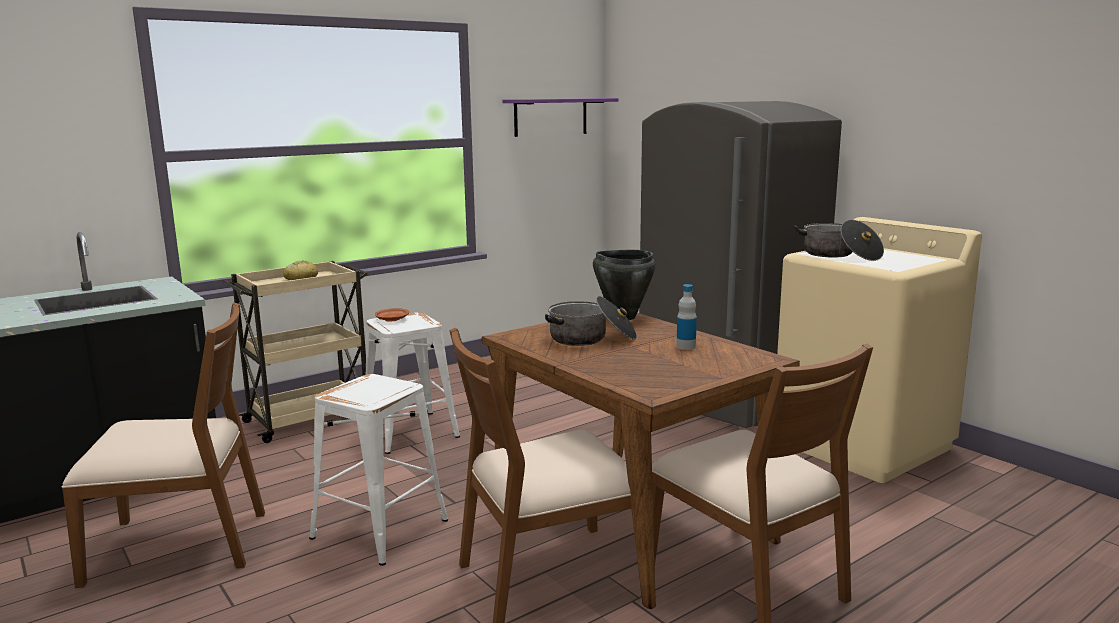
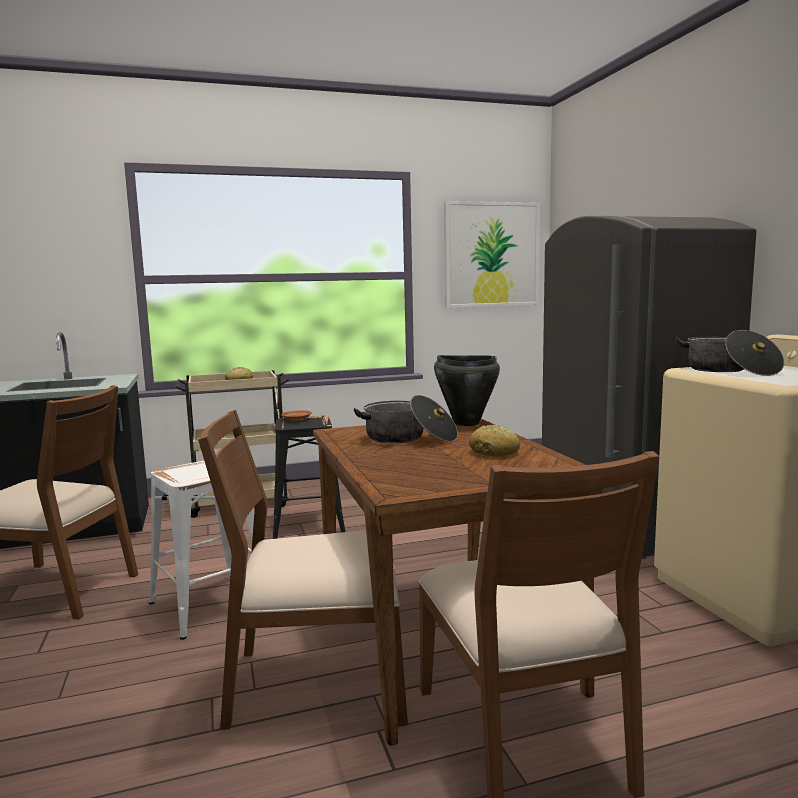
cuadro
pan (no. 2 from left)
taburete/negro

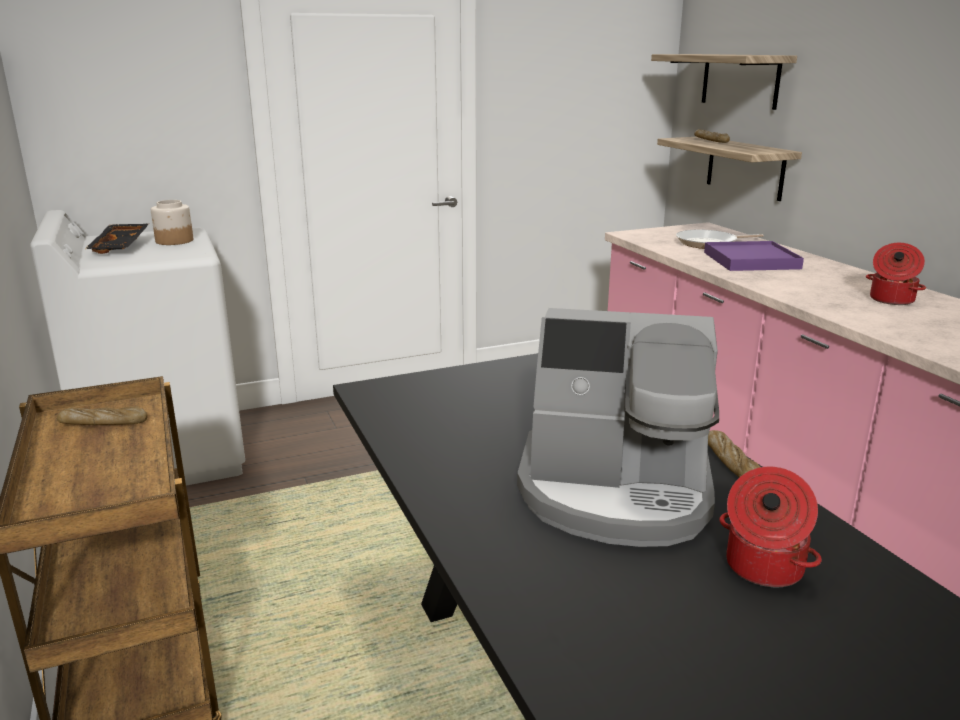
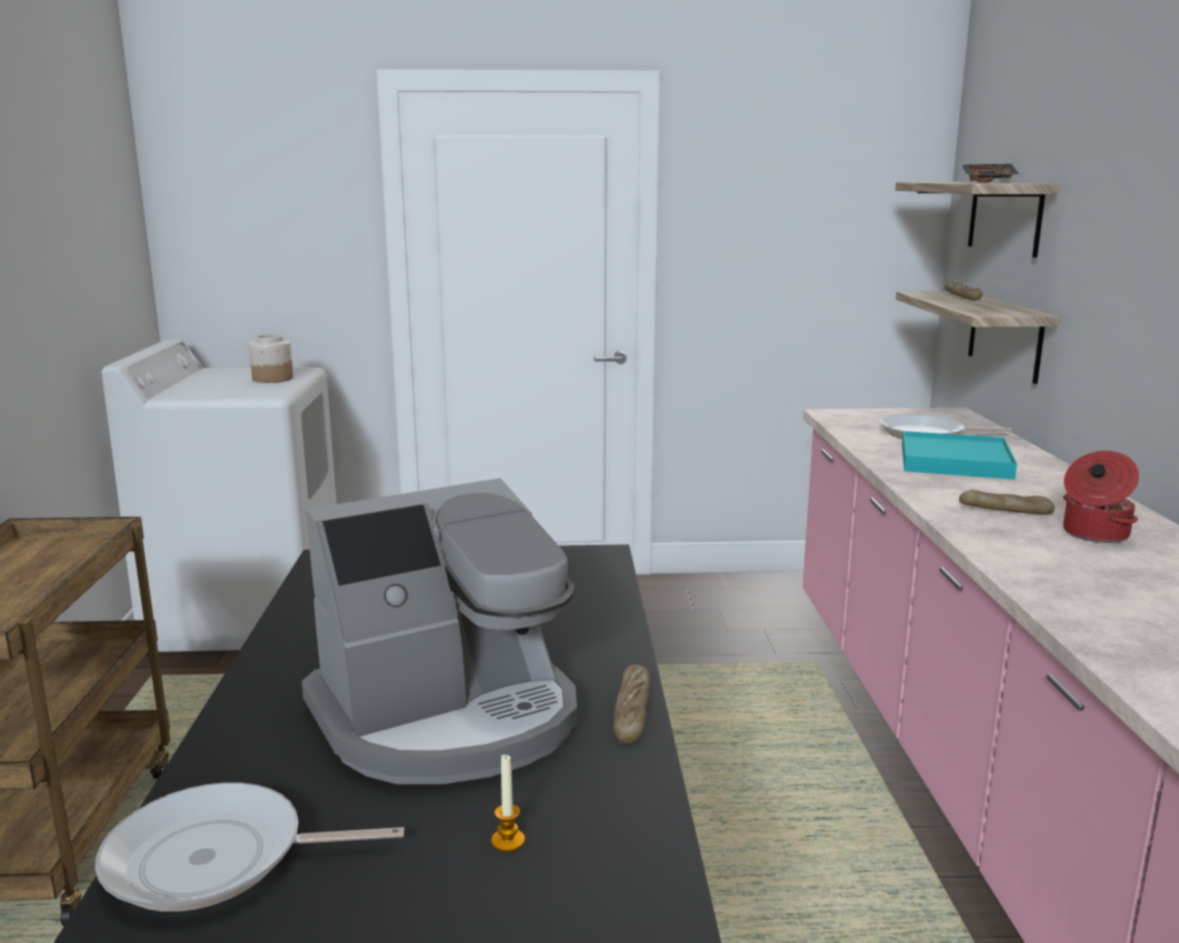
bandeja/negro
bandeja/turquesa
cafetera
pan (no. 3 from left)
vela
sartén (no. 1 from left)

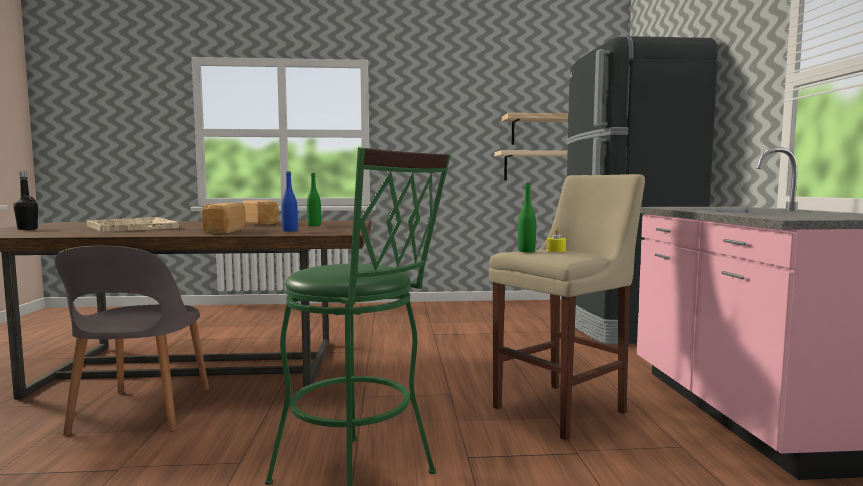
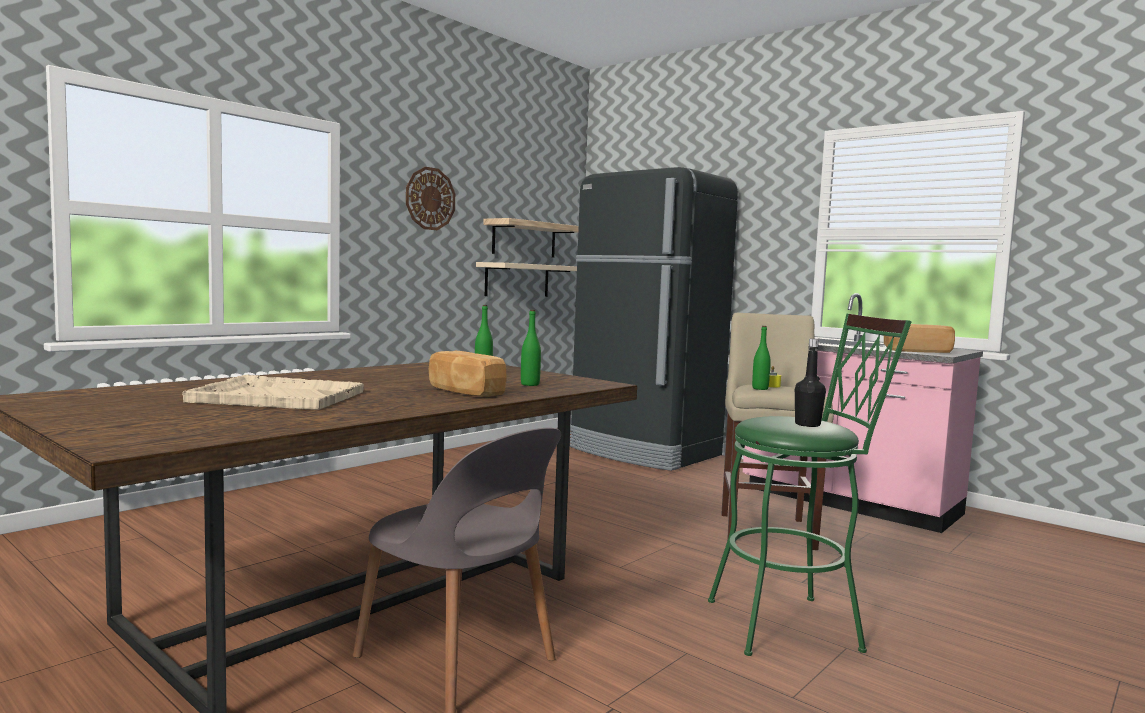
botella/verde (no. 2 from left)
botella/negro
pan (no. 2 from left)
reloj de pared

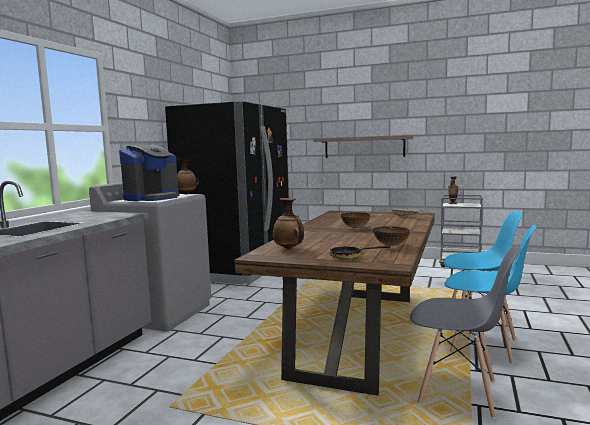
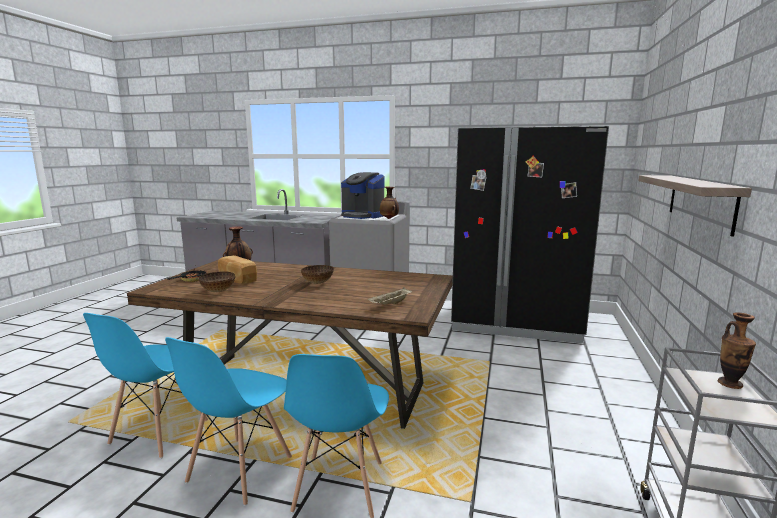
silla/azul (no. 1 from left)
pan

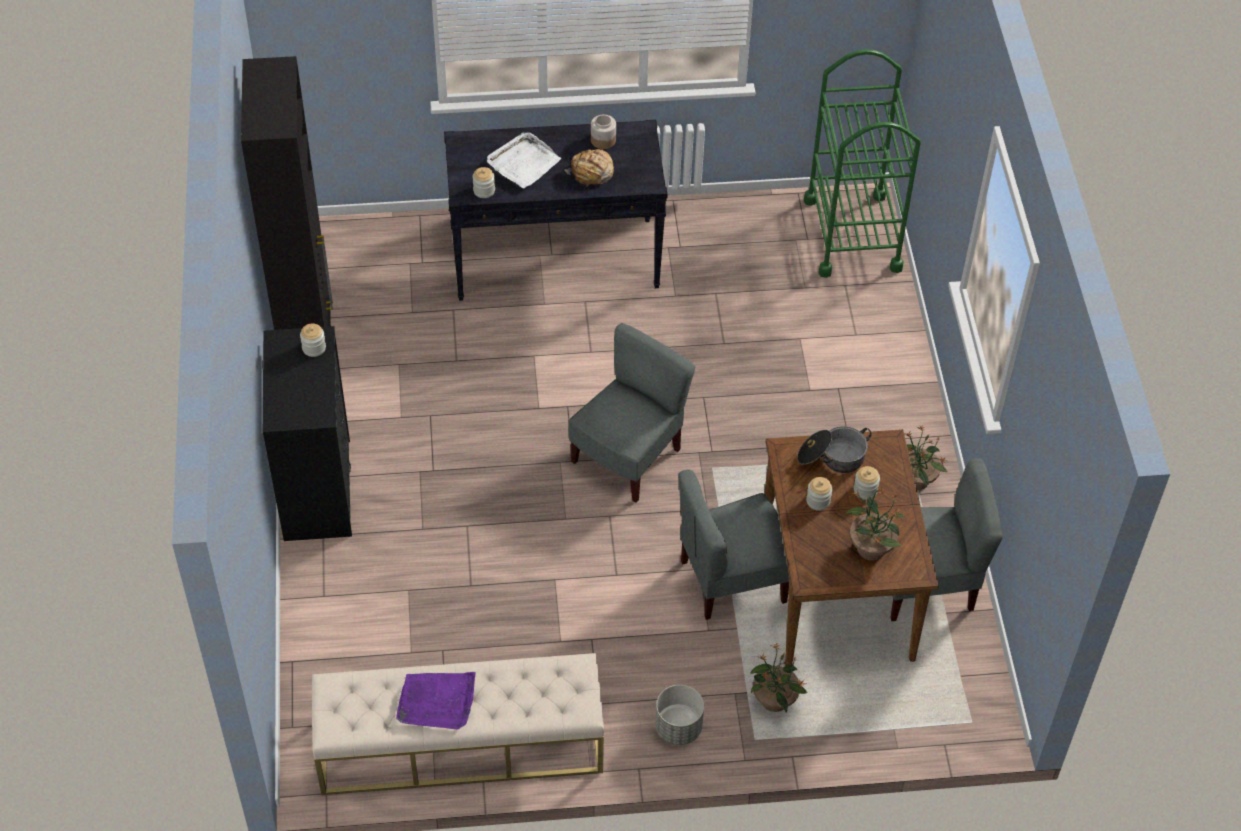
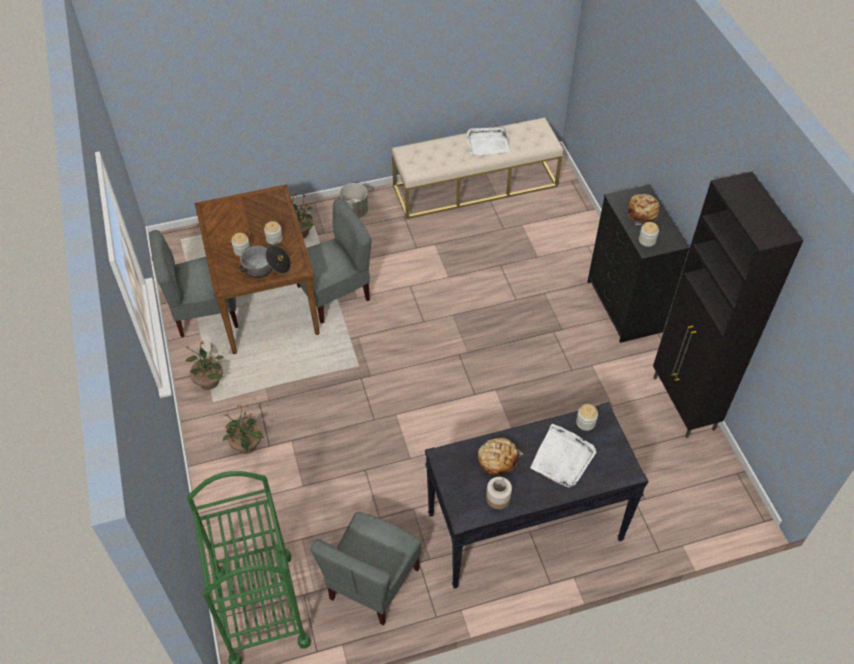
silla/gris (no. 3 from left)
planta en maceta (no. 2 from left)
bandeja/blanco (no. 1 from left)
pan (no. 2 from left)

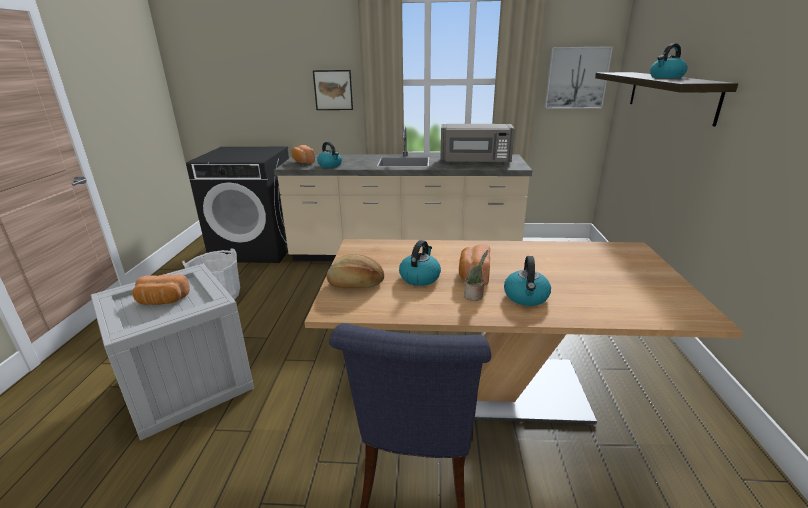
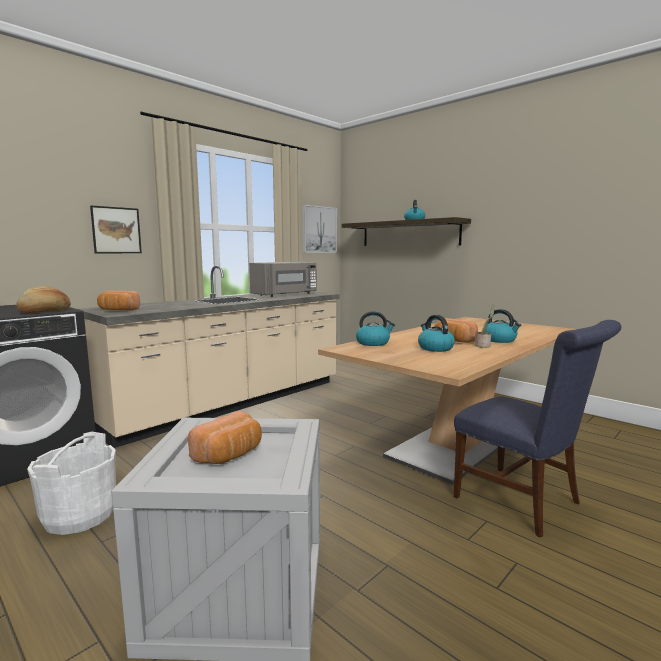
hervidor (no. 1 from left)
pan (no. 1 from left)

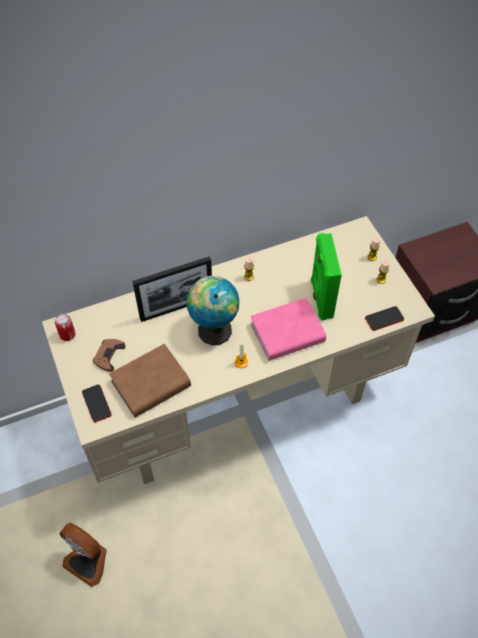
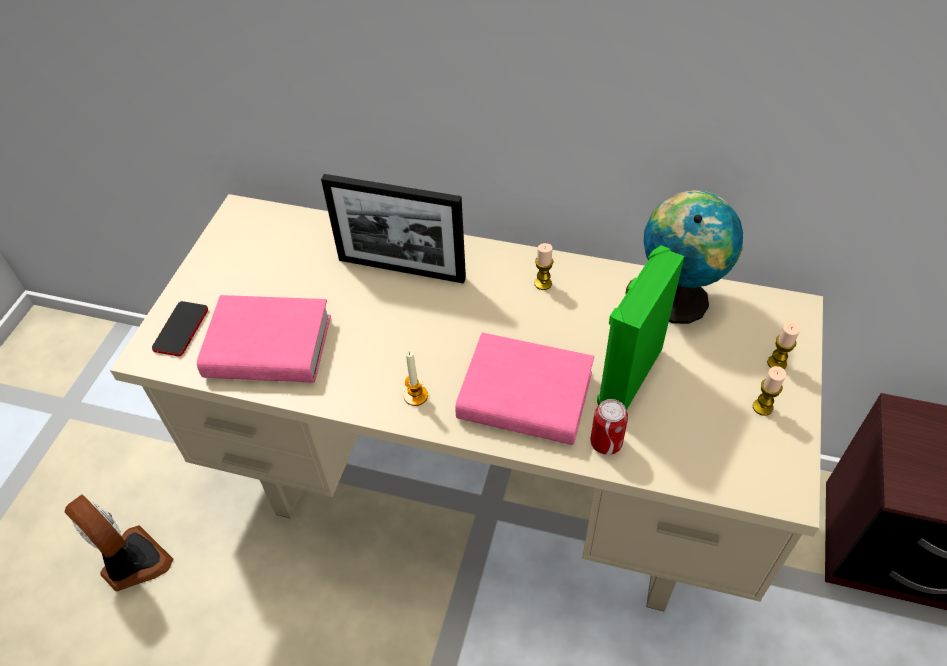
globo terráqueo
móvil (no. 2 from left in the first image)
lata
mando de consola/marrón
libro/rosa (no. 1 from left)
ventilador

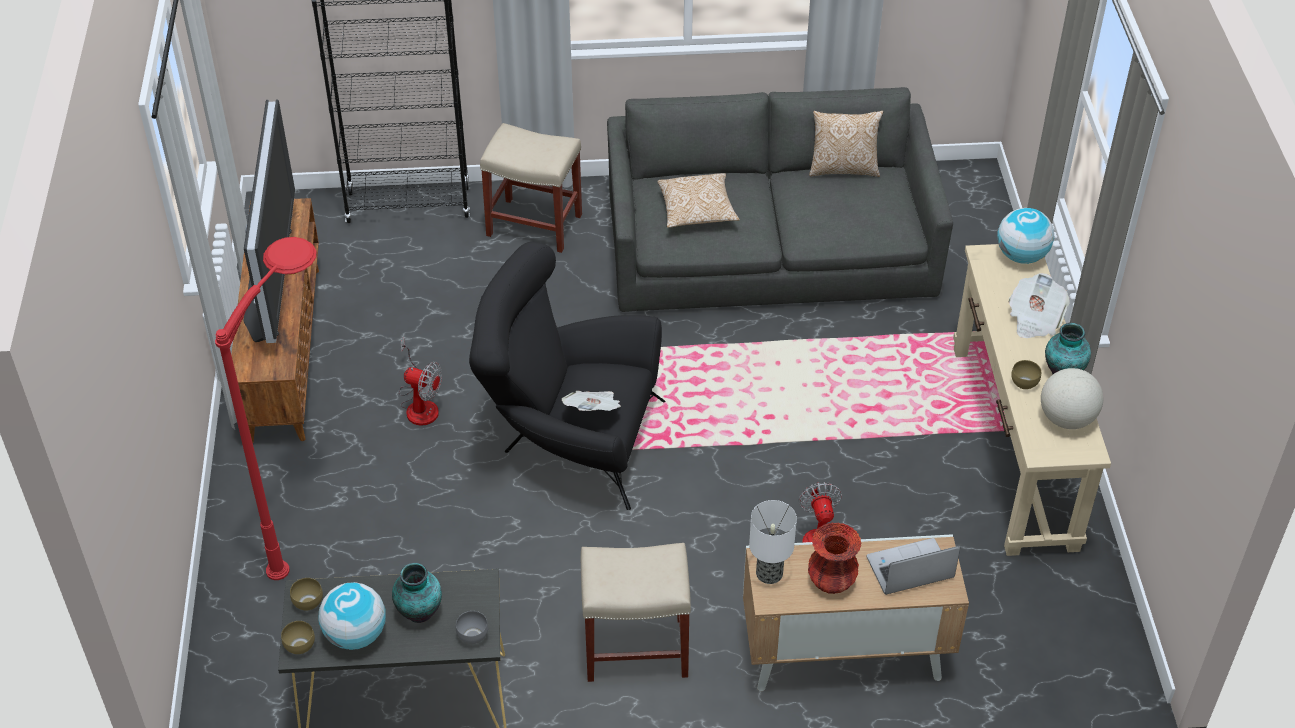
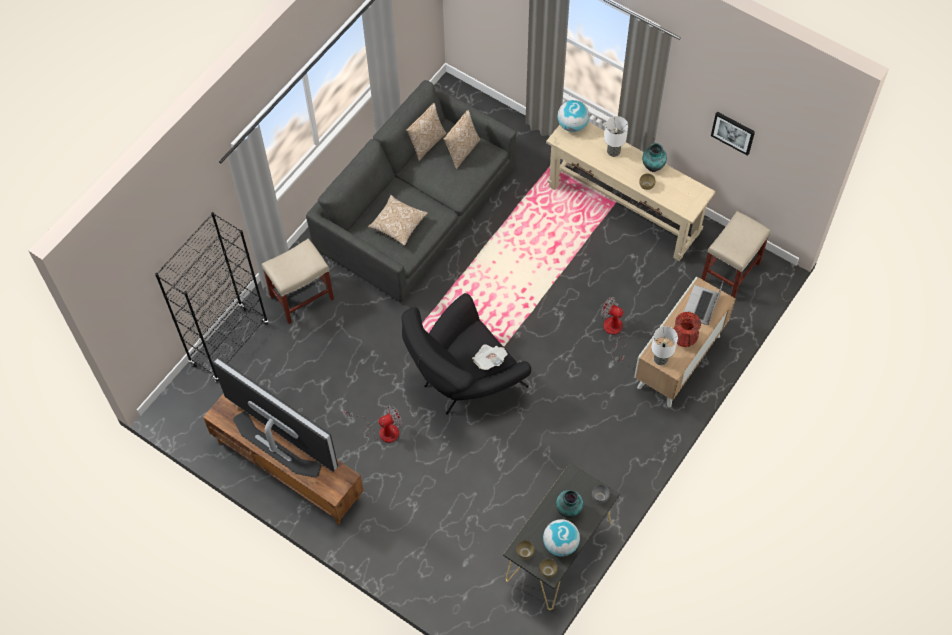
lámpara de pie/rojo
lámpara de mesa (no. 1 from left)
globo terráqueo (no. 3 from left in the first image)
taburete/beis (no. 2 from left)
cojín (no. 3 from left)
cuadro

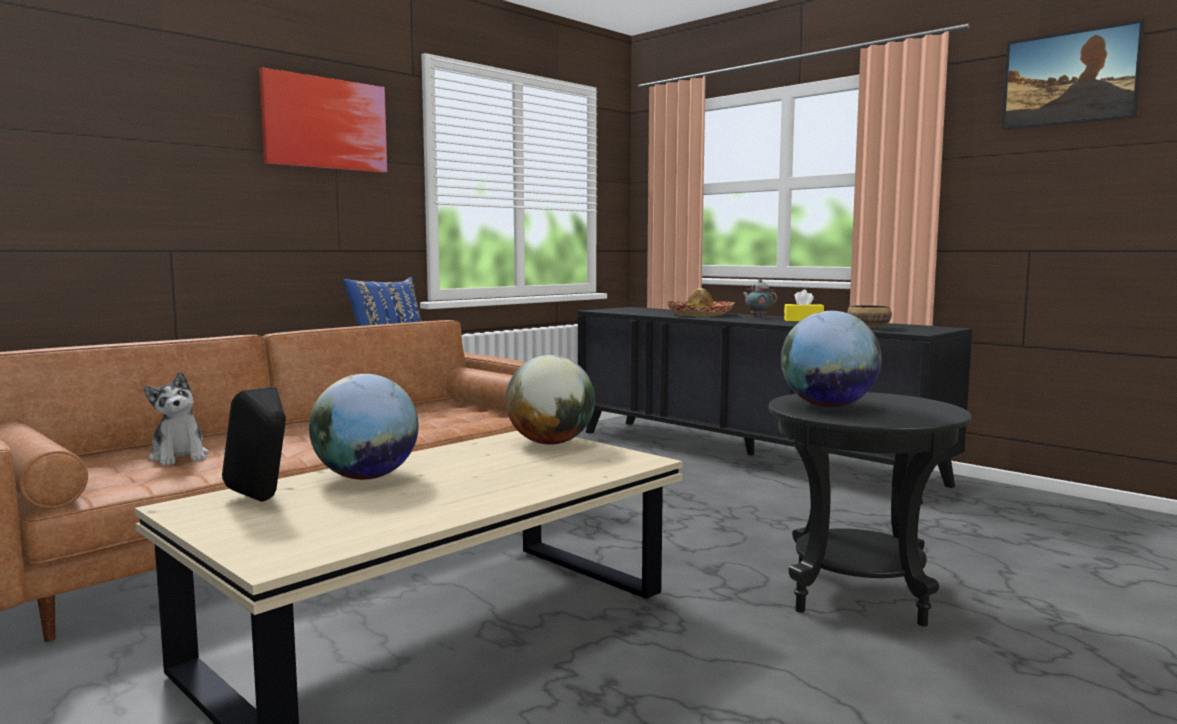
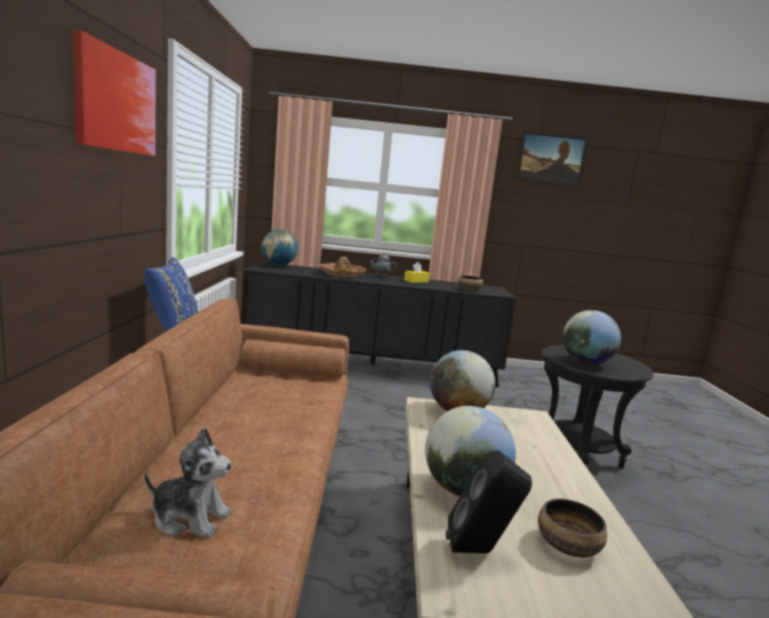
globo terráqueo (no. 1 from left)
cuenco (no. 2 from left)

